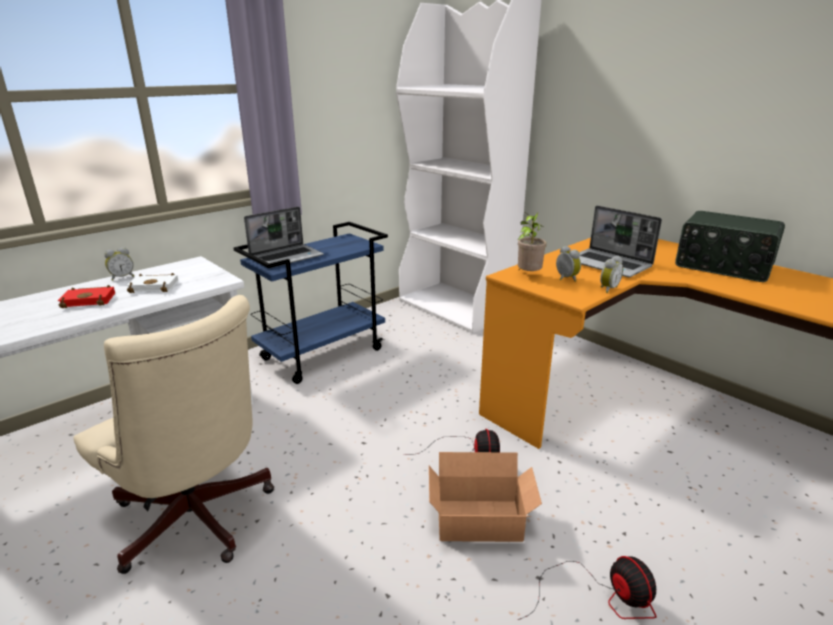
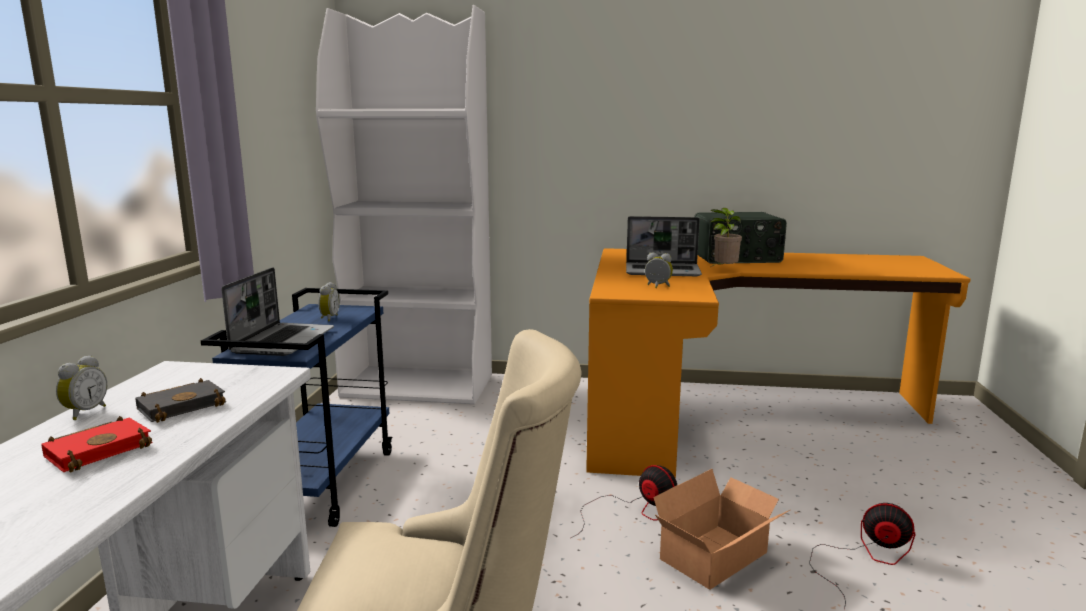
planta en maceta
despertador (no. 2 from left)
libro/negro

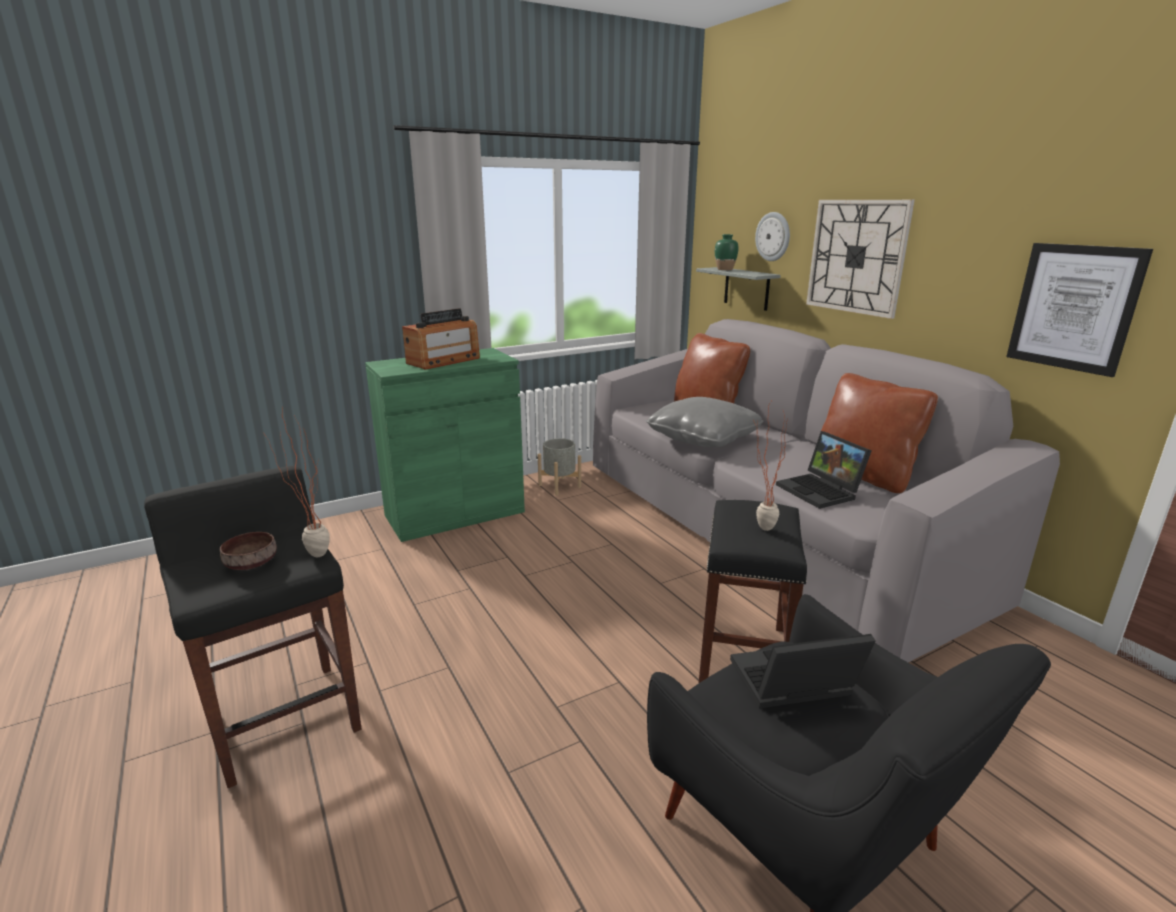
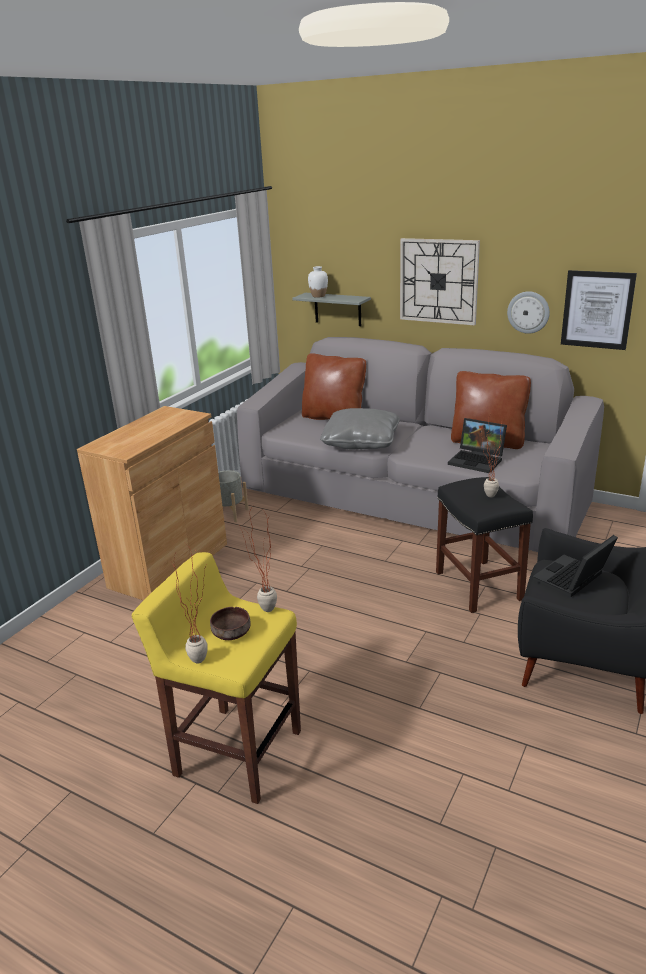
reloj de pared (no. 2 from left)
florero/blanco
radio
armario/marrón
taburete/amarillo
planta en maceta (no. 1 from left)

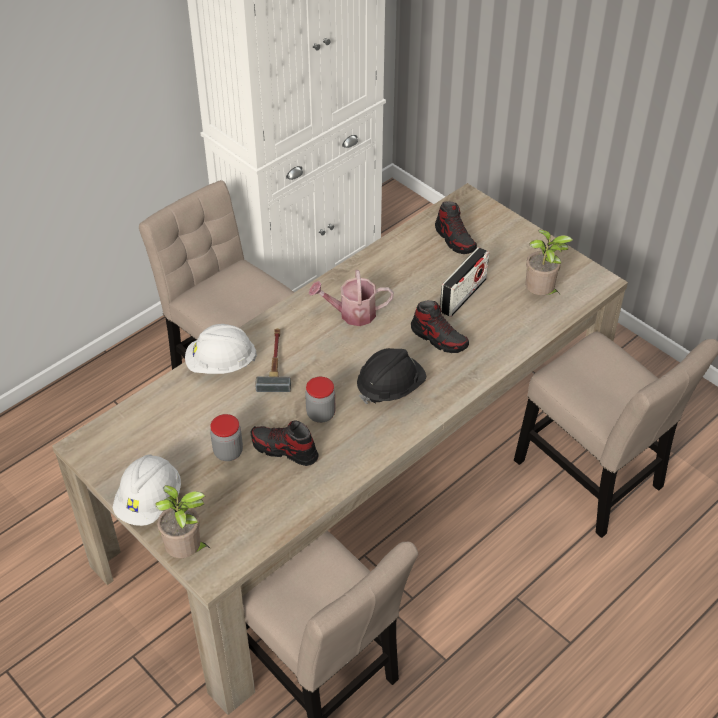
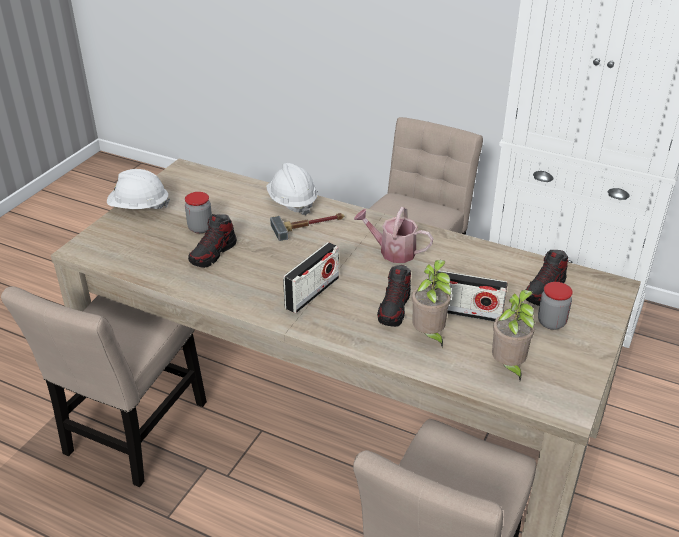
regadera
radio (no. 1 from left)
tarro (no. 2 from left)
zapato (no. 1 from left)
planta en maceta (no. 1 from left)

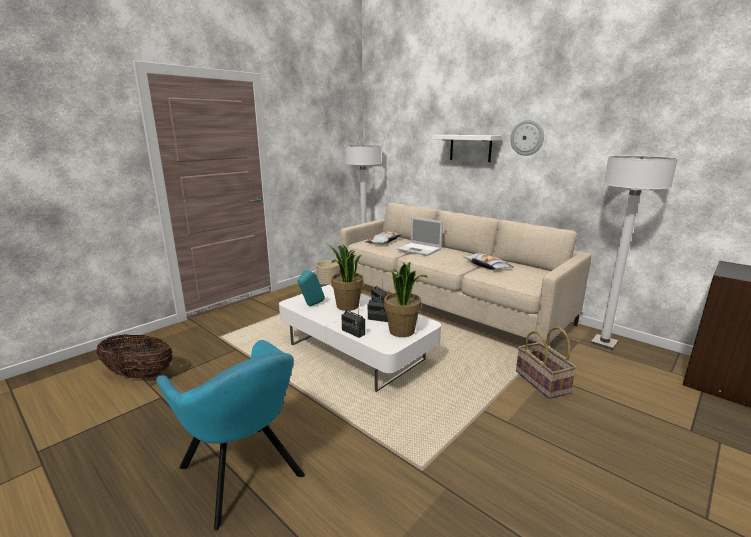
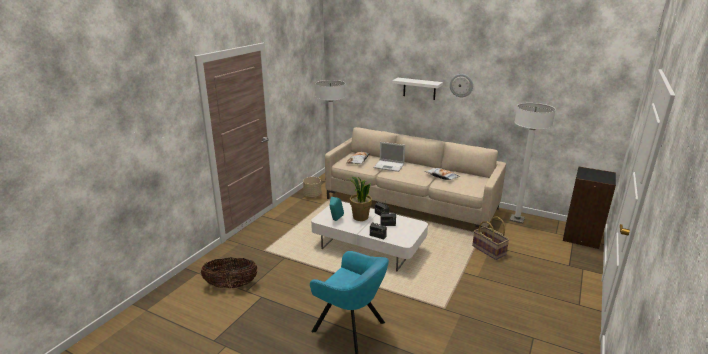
planta en maceta (no. 2 from left in the first image)

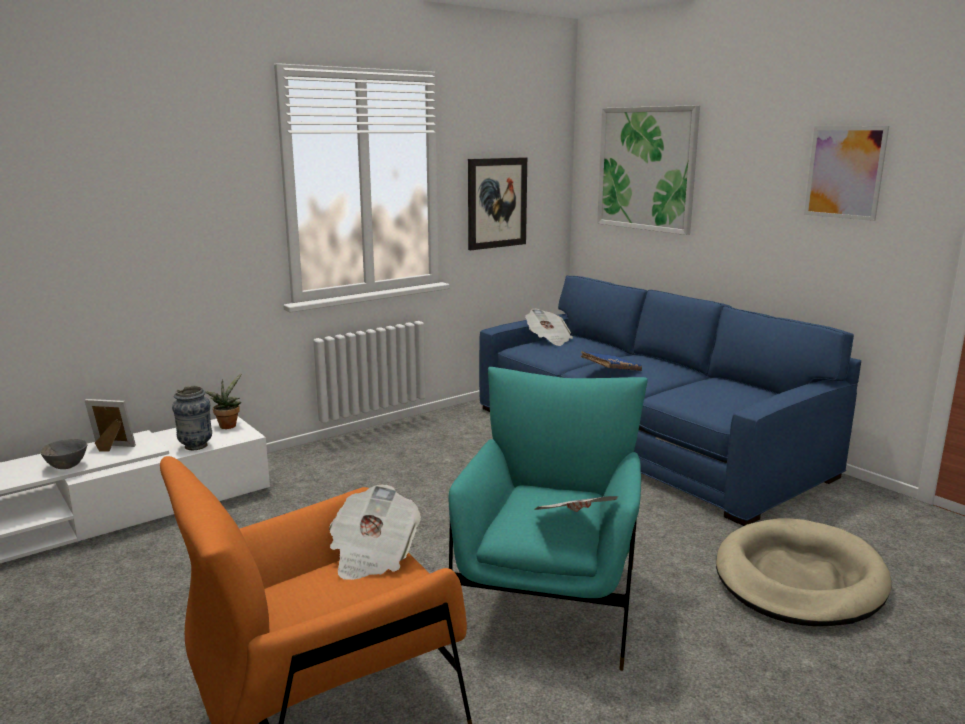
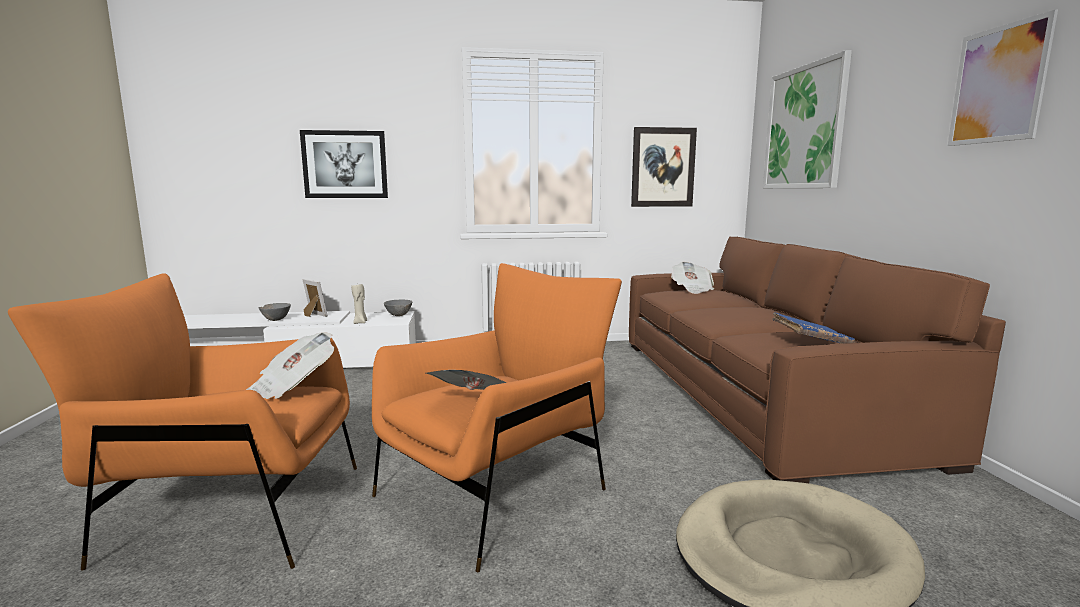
sofá/marrón
libro/azul
sillón/naranja (no. 2 from left)
cuenco/gris (no. 2 from left)
vela/beis
cuadro (no. 1 from left)

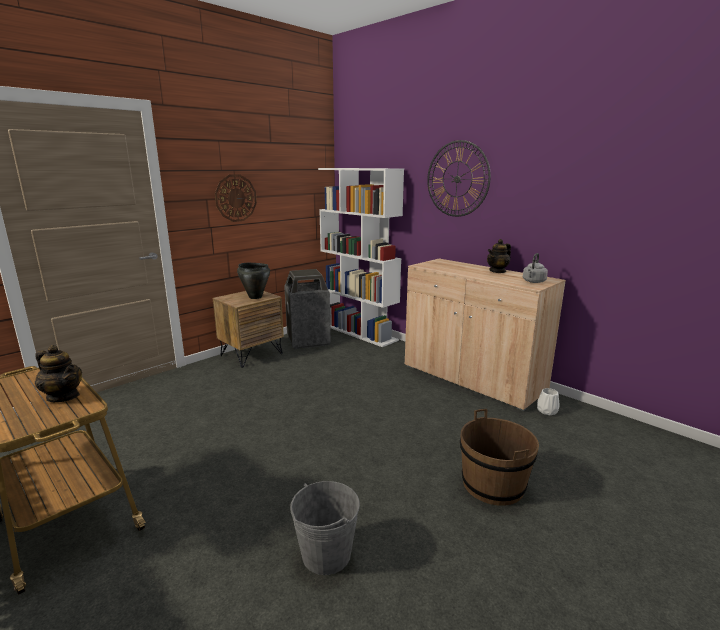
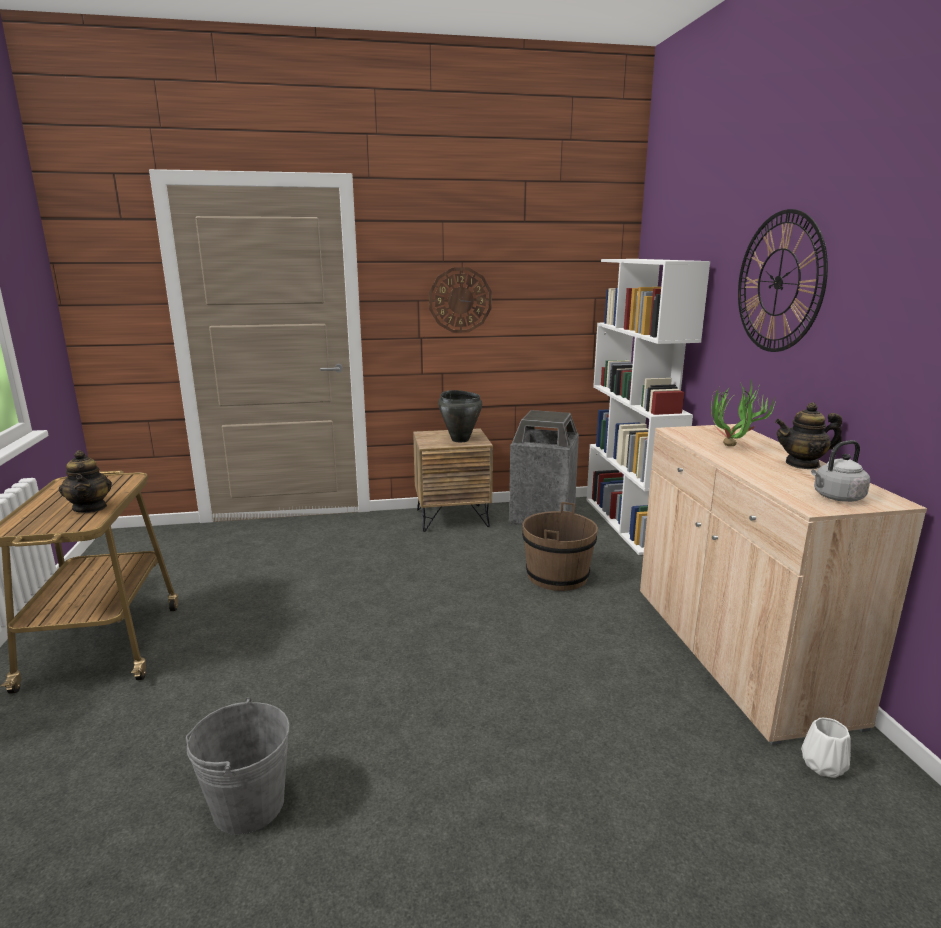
cubo/marrón
planta en maceta

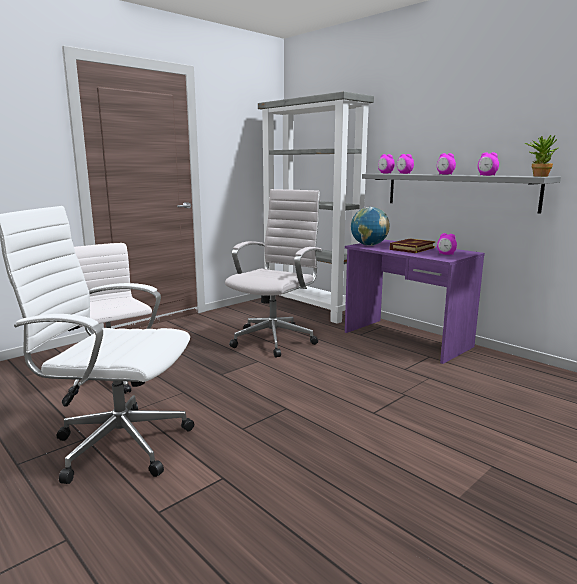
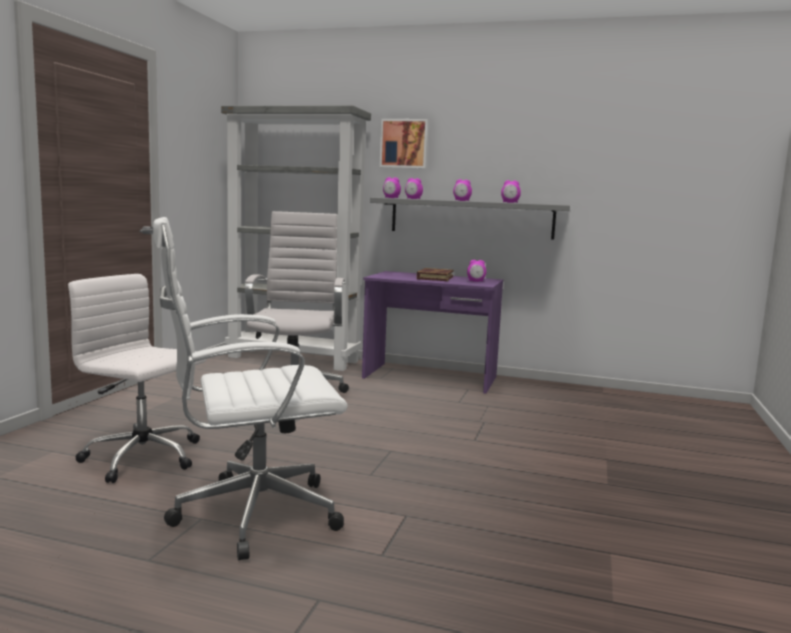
planta en maceta
globo terráqueo
cuadro

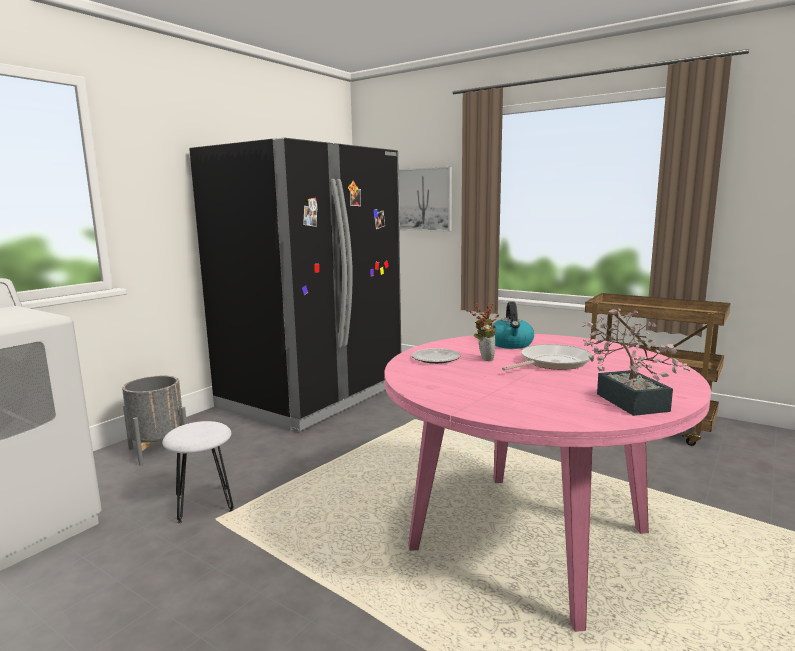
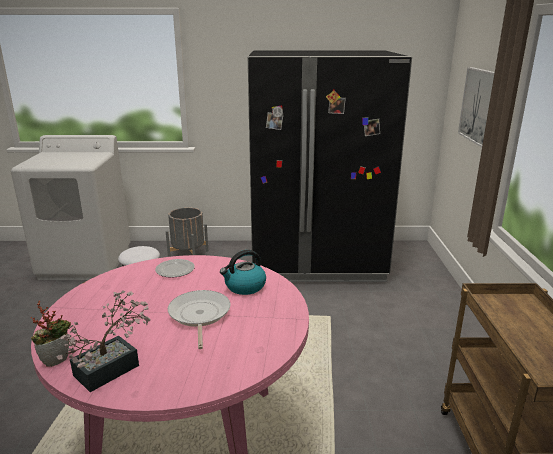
planta en maceta (no. 1 from left)
sartén

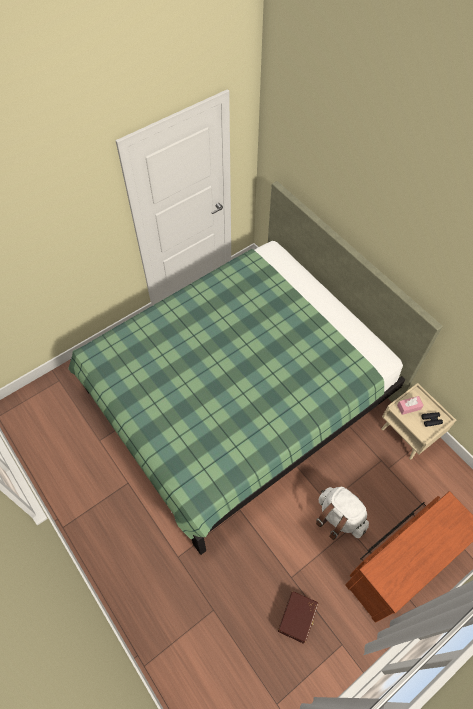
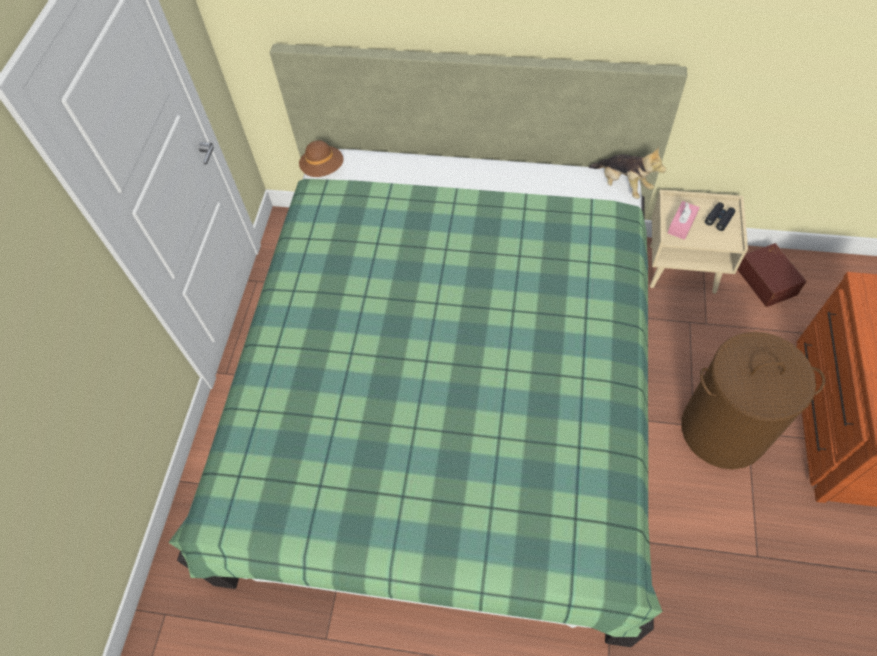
cesto de la ropa/marrón
caja de almacenaje/marrón
sombrero/marrón
peluche

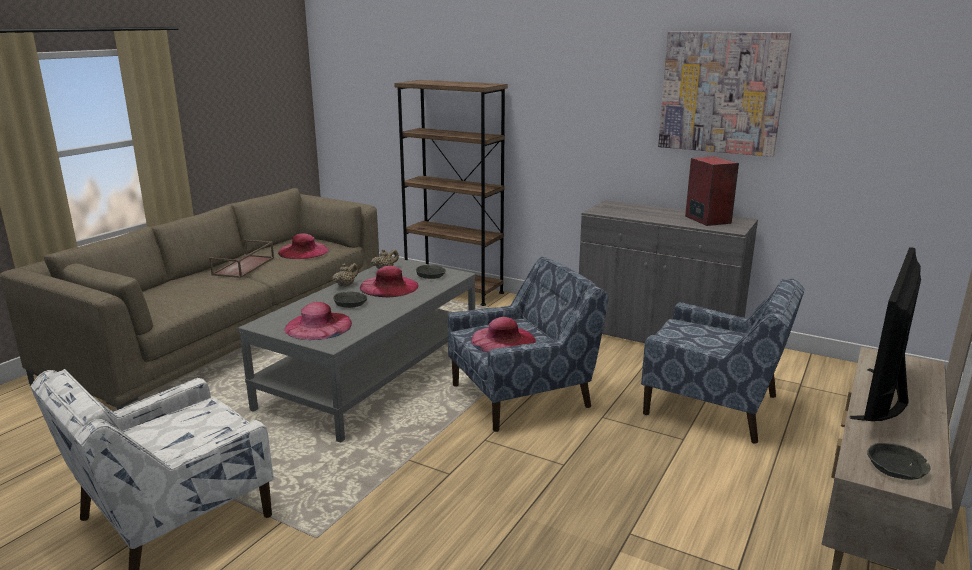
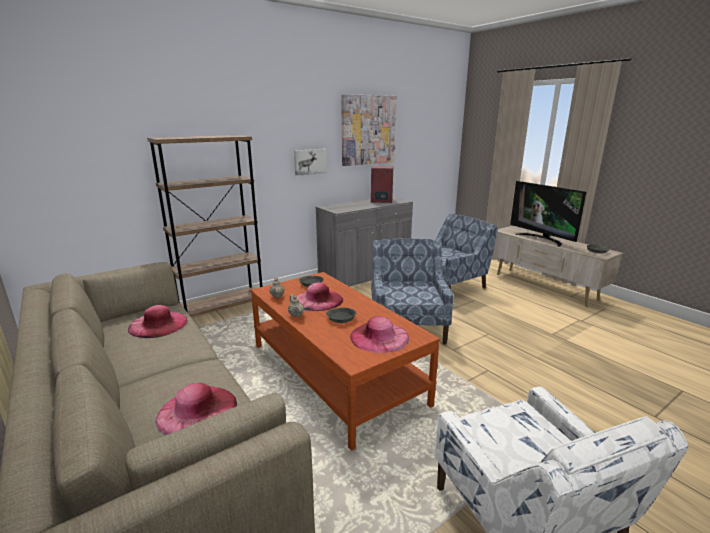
bandeja/marrón
mesa de centro/marrón
sombrero/rosa (no. 2 from left)
cuadro (no. 1 from left)

